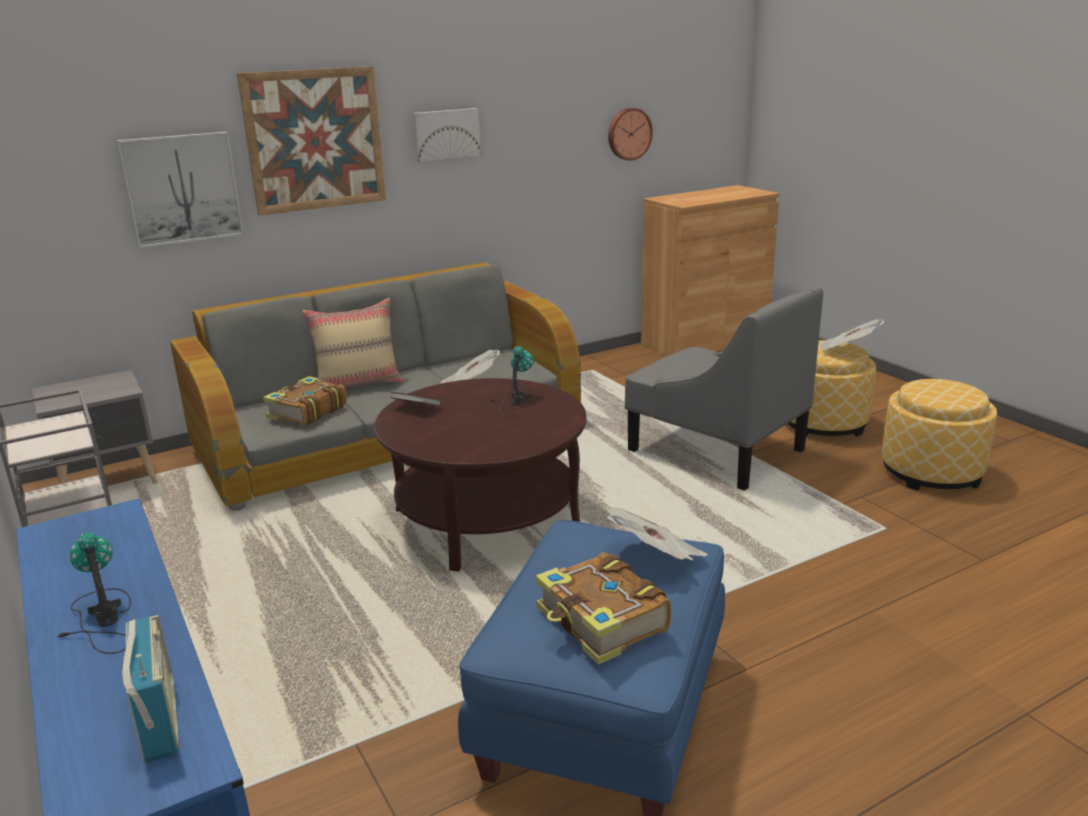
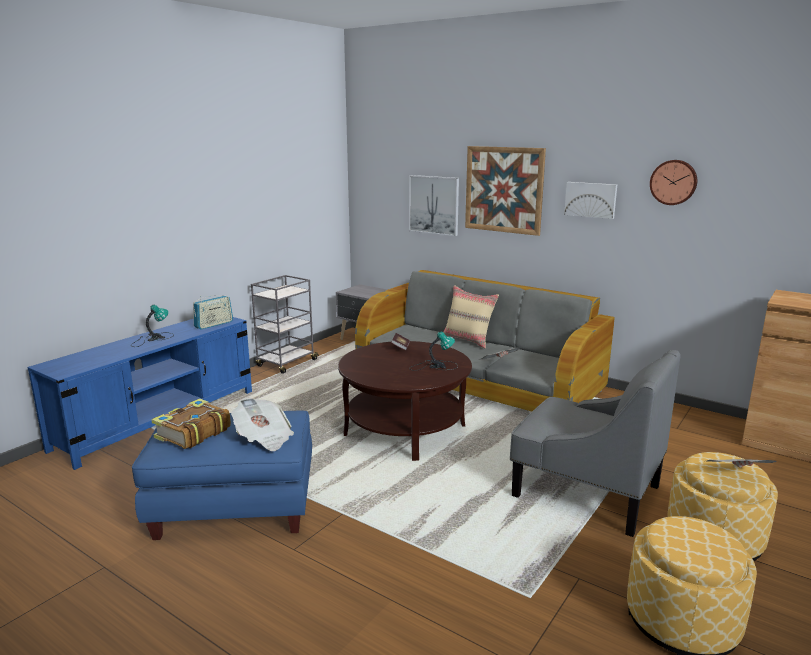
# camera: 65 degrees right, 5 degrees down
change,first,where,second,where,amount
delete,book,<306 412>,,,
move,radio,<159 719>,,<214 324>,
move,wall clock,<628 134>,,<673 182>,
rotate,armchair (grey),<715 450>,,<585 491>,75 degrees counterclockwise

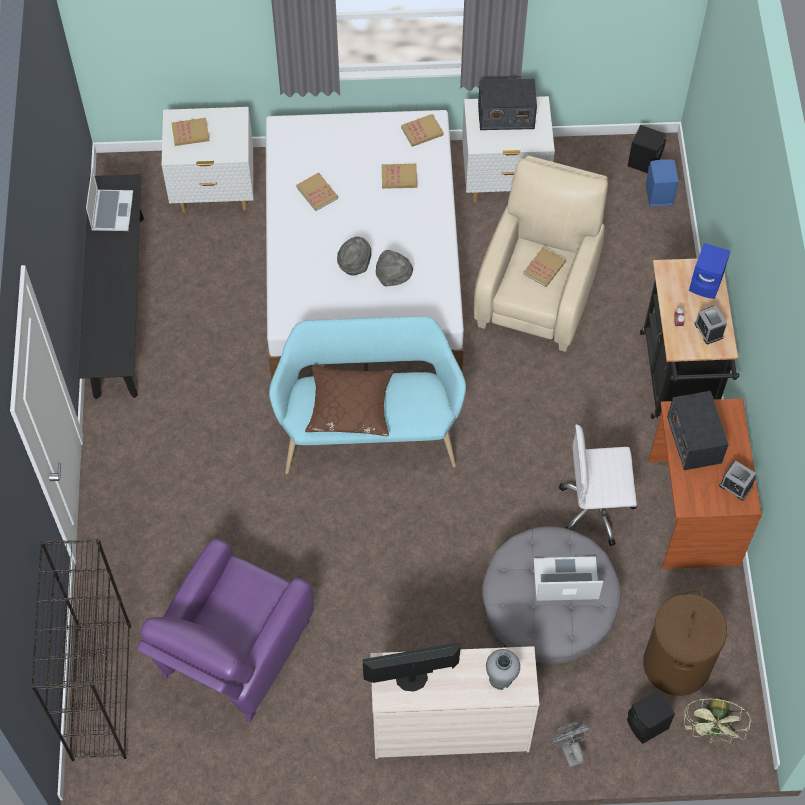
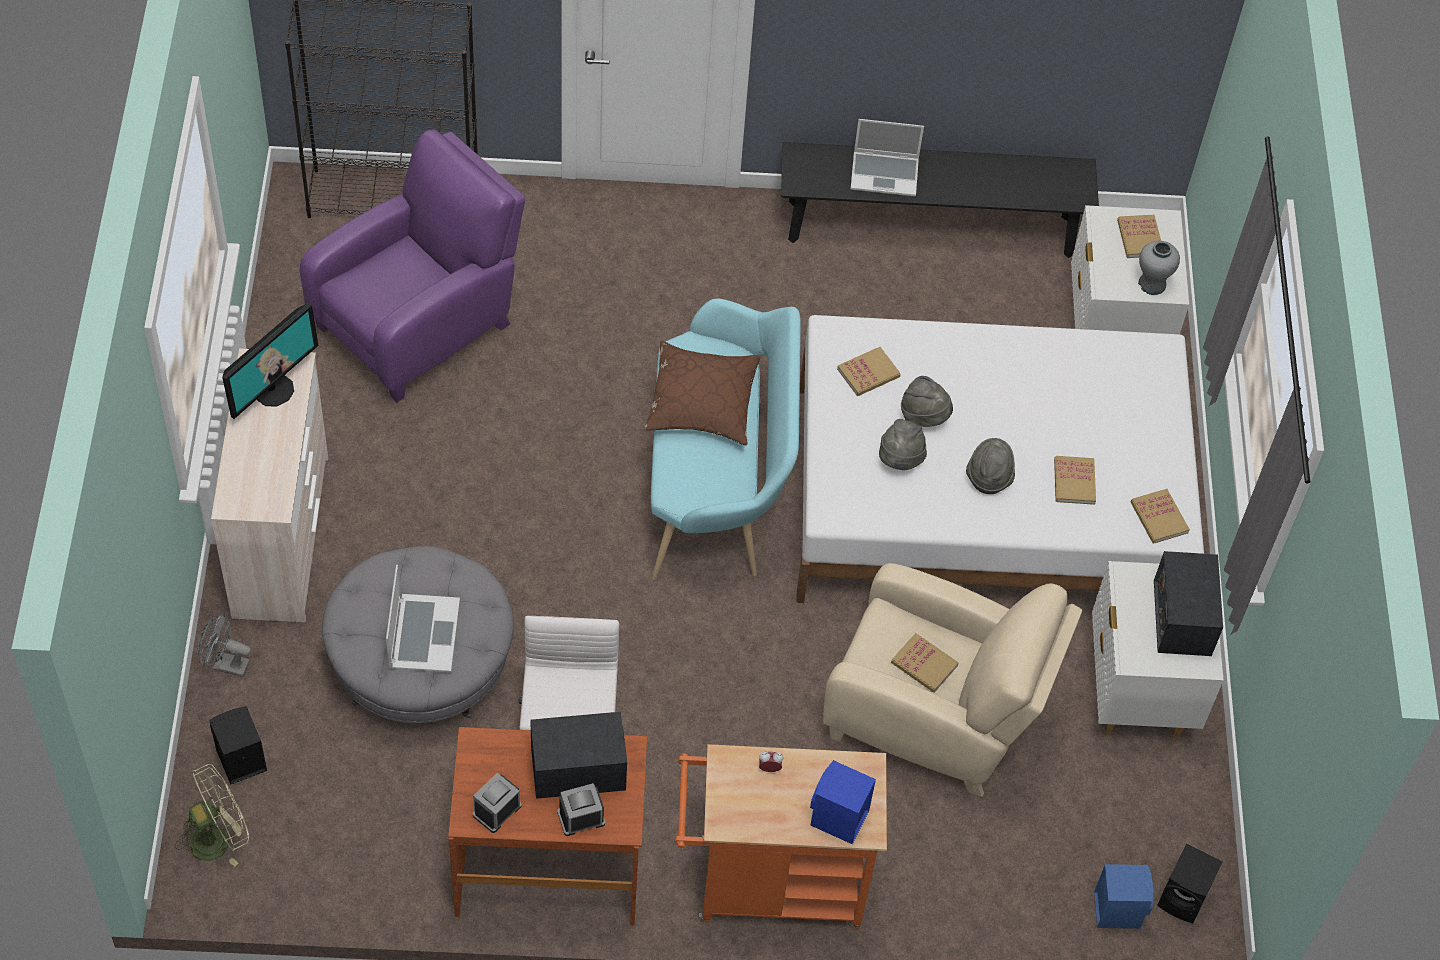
# camera: 90 degrees right, 5 degrees down
change,first,where,second,where,amount
delete,laundry basket (brown),<676 664>,,,
insert,,,hat (grey),<988 478>,
move,laptop,<111 211>,,<885 174>,
move,book,<317 193>,,<868 373>,
move,vase (grey),<501 678>,,<1152 284>,
move,alarm clock,<708 330>,,<581 818>,
recolor,cart (black),<678 381>,cart (orange),<769 883>,
rotate,armchair (purple),<233 654>,,<420 322>,105 degrees clockwise
rotate,monitor,<411 678>,,<274 390>,45 degrees clockwise
rotate,fan (grey),<569 750>,,<225 664>,150 degrees counterclockwise
rotate,fan (green),<712 730>,,<217 837>,135 degrees clockwise

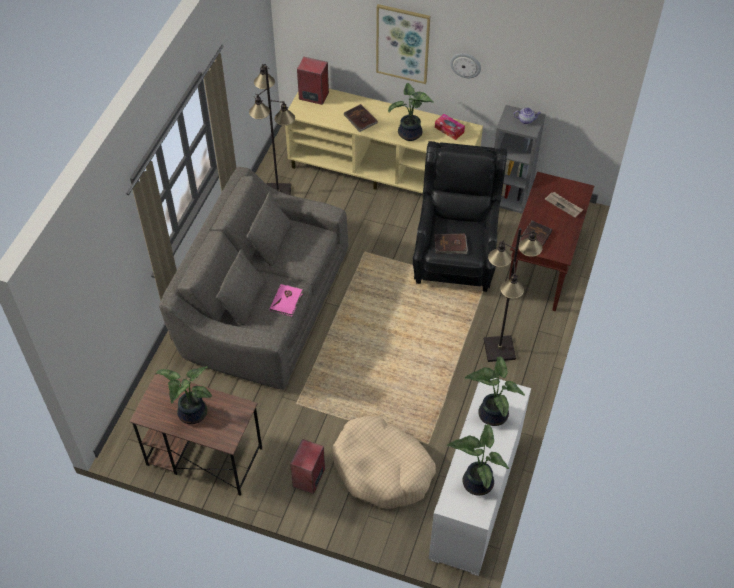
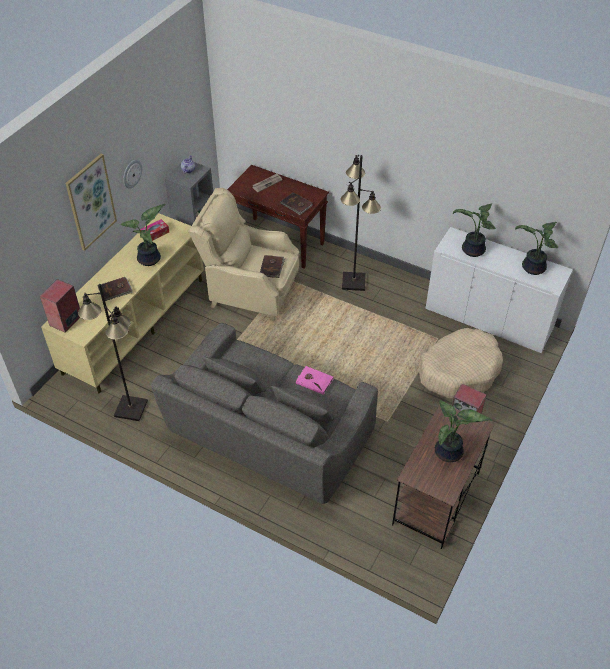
# camera: 80 degrees left, 5 degrees down
change,first,where,second,where,amount
recolor,armchair (black),<455 255>,armchair (beige),<250 292>,

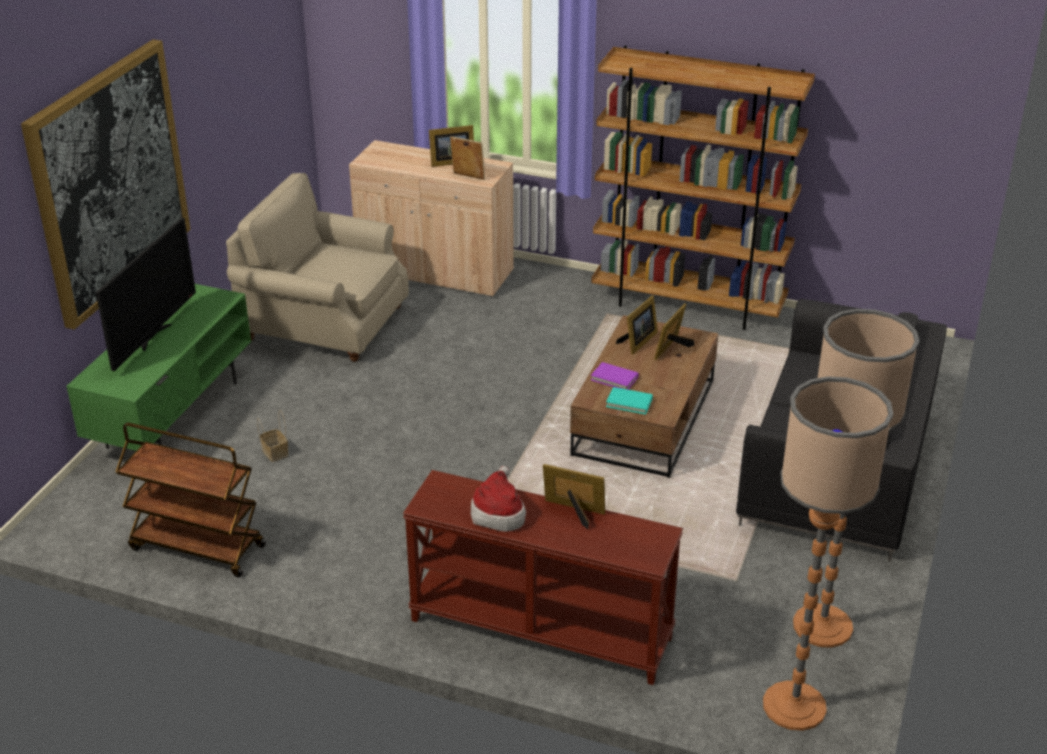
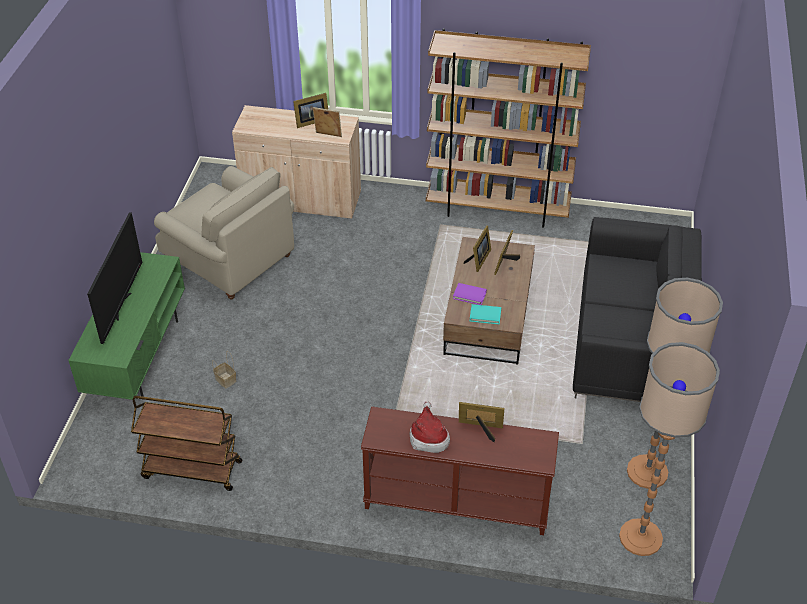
# camera: 10 degrees left, 10 degrees up
change,first,where,second,where,amount
delete,picture,<109 181>,,,
rotate,armchair (beige),<323 323>,,<229 258>,150 degrees counterclockwise

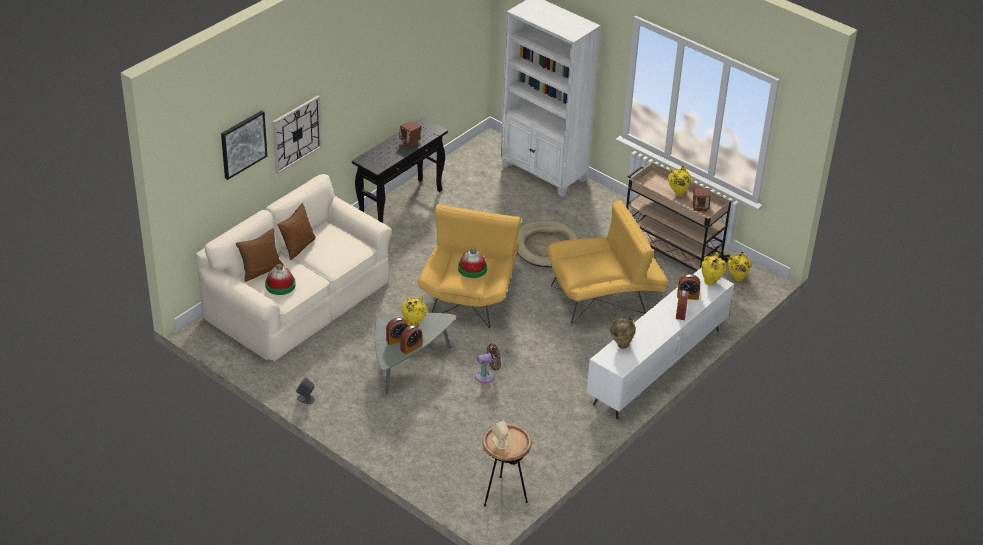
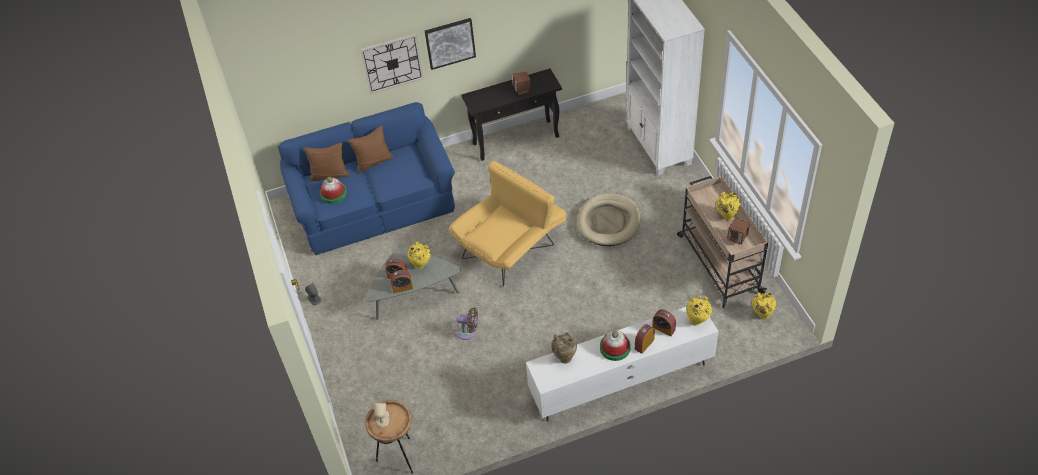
# camera: 35 degrees right, 10 degrees up
change,first,where,second,where,amount
delete,armchair (yellow),<604 297>,,,
move,picture,<243 144>,,<450 43>,
move,hat,<472 268>,,<615 348>,
recolor,sofa (beige),<298 299>,sofa (blue),<374 203>,

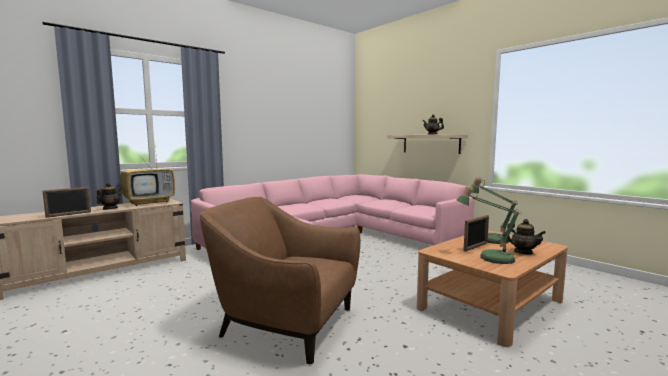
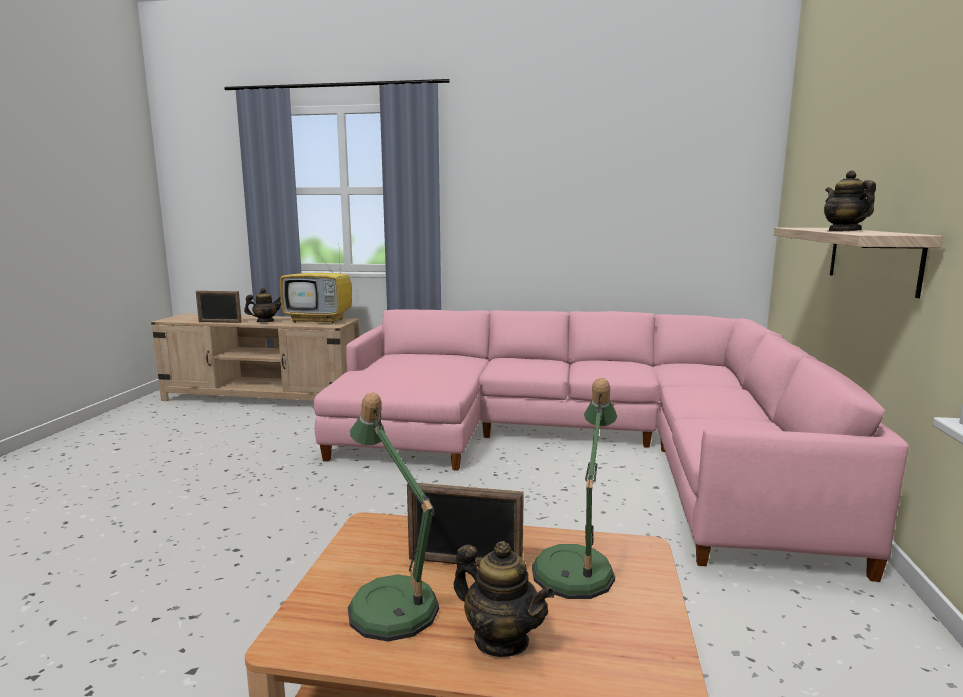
# camera: 50 degrees right, 5 degrees up
change,first,where,second,where,amount
delete,armchair (brown),<286 323>,,,
rotate,teapot,<523 252>,,<501 639>,60 degrees counterclockwise

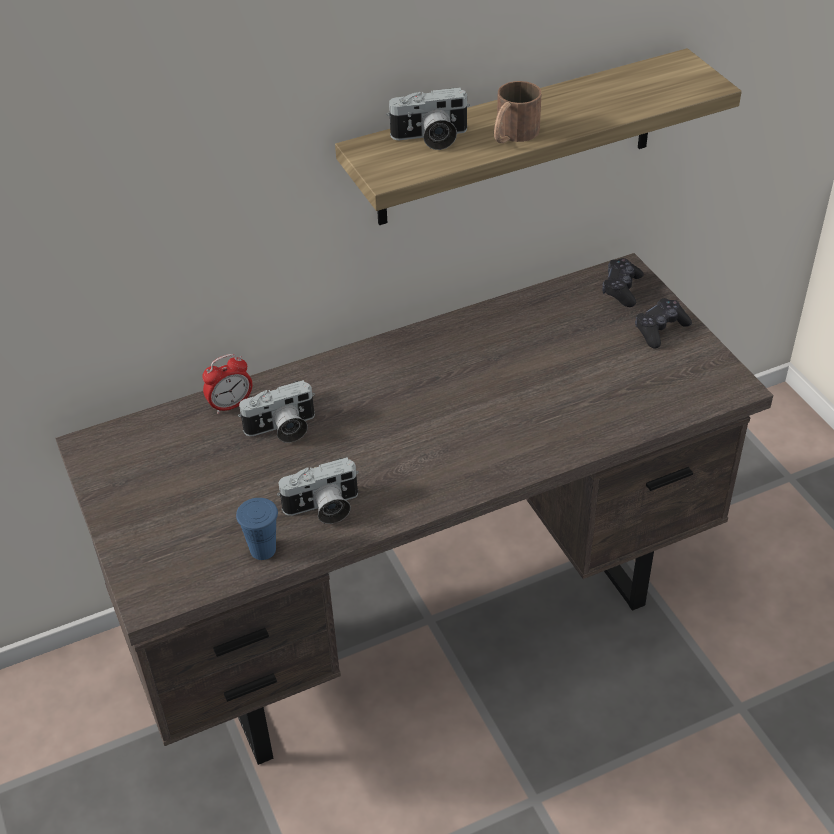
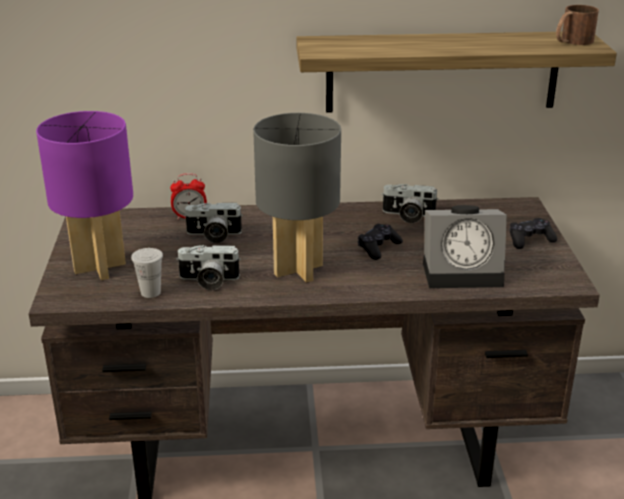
# camera: 20 degrees right, 15 degrees down
change,first,where,second,where,amount
insert,,,table lamp (purple),<100 268>,
insert,,,table lamp (grey),<299 270>,
insert,,,alarm clock,<464 272>,
move,photo camera,<430 138>,,<408 216>,
move,mug (brown),<512 135>,,<571 41>,
move,game controller (black),<621 289>,,<378 248>,
recolor,cup (blue),<263 550>,cup (white),<150 292>,

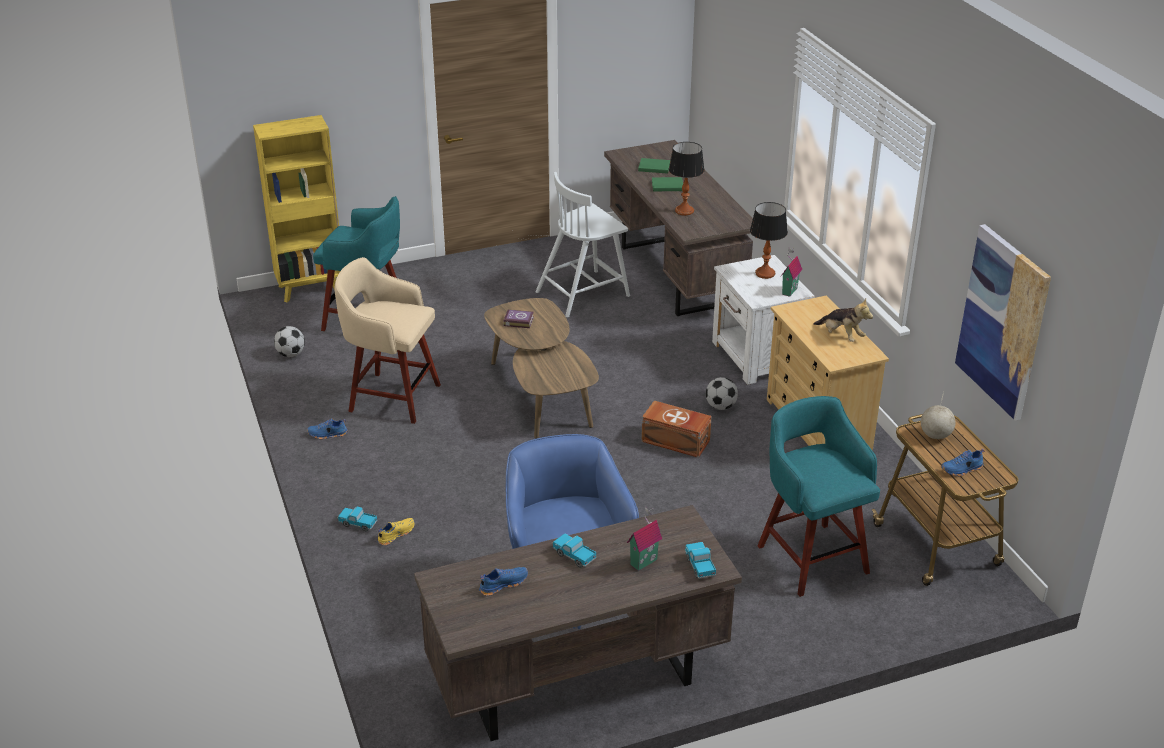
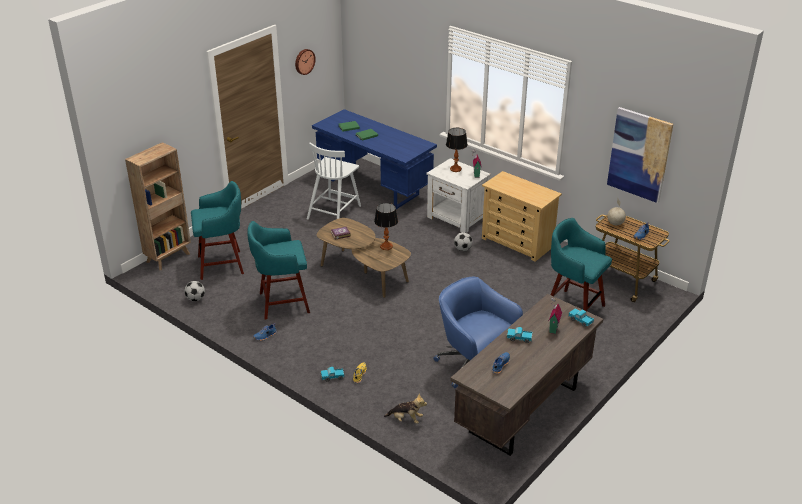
# camera: 30 degrees left, 0 degrees up
change,first,where,second,where,amount
delete,storage box (brown),<676 441>,,,
insert,,,wall clock,<304 61>,
move,table lamp,<684 211>,,<386 246>,
move,plush toy,<841 336>,,<406 419>,
recolor,bookcase (yellow),<311 289>,bookcase (brown),<169 257>,
recolor,stool (beige),<392 397>,stool (turquoise),<282 303>,
recolor,desk (brown),<676 275>,desk (blue),<375 187>,

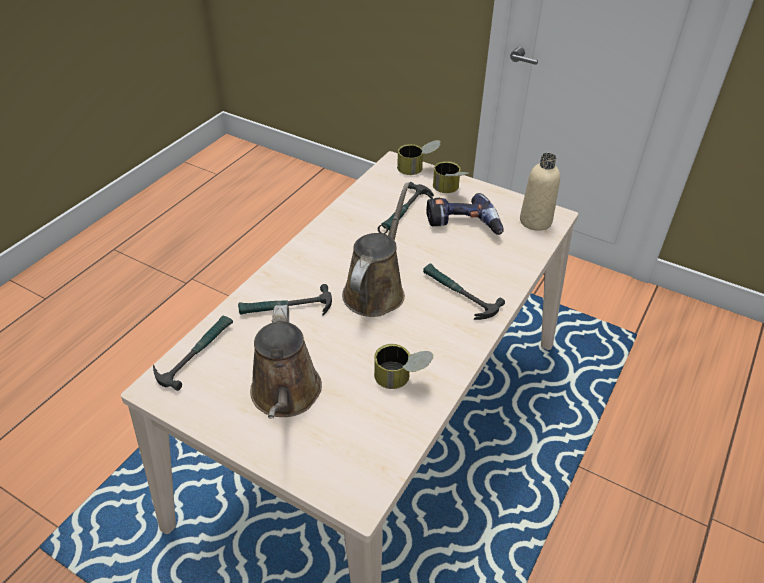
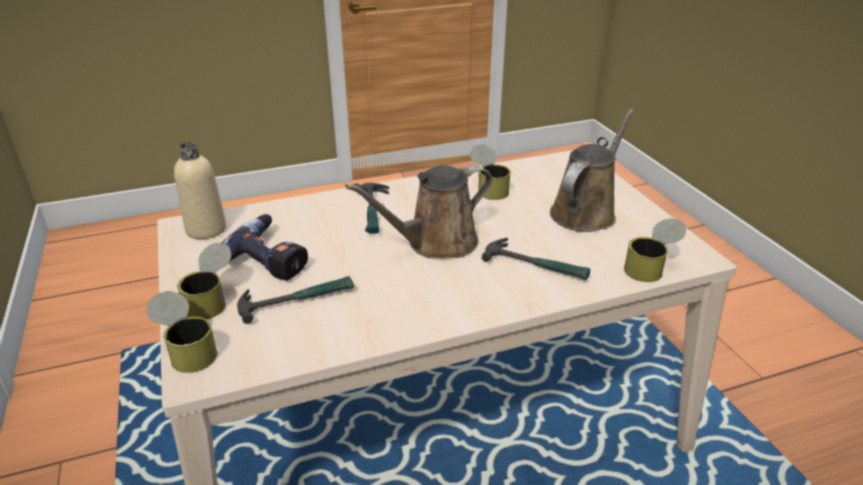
# camera: 140 degrees left, 10 degrees down
change,first,where,second,where,amount
replace,hammer,<195 353>,can,<651 267>,

